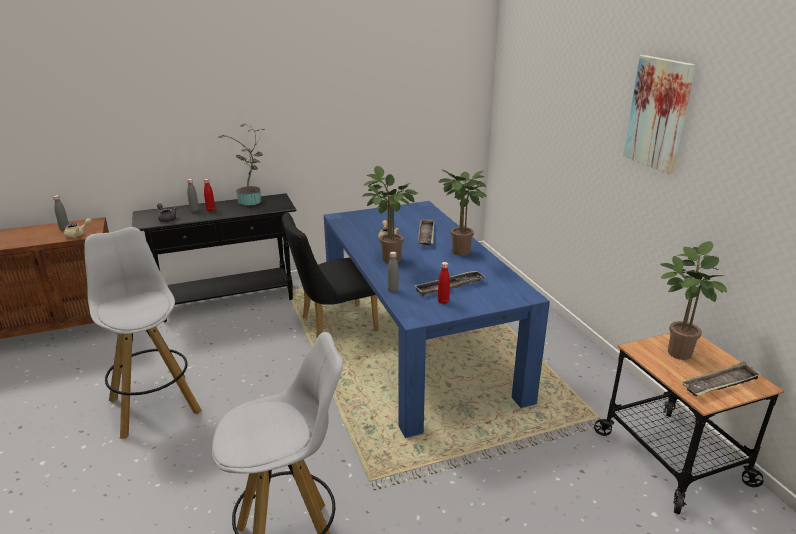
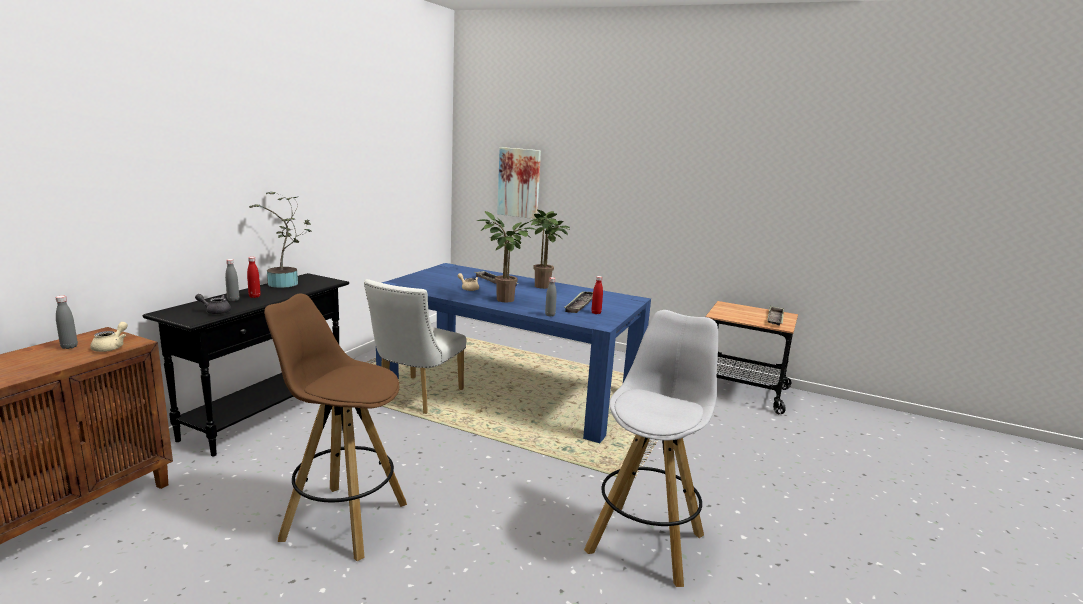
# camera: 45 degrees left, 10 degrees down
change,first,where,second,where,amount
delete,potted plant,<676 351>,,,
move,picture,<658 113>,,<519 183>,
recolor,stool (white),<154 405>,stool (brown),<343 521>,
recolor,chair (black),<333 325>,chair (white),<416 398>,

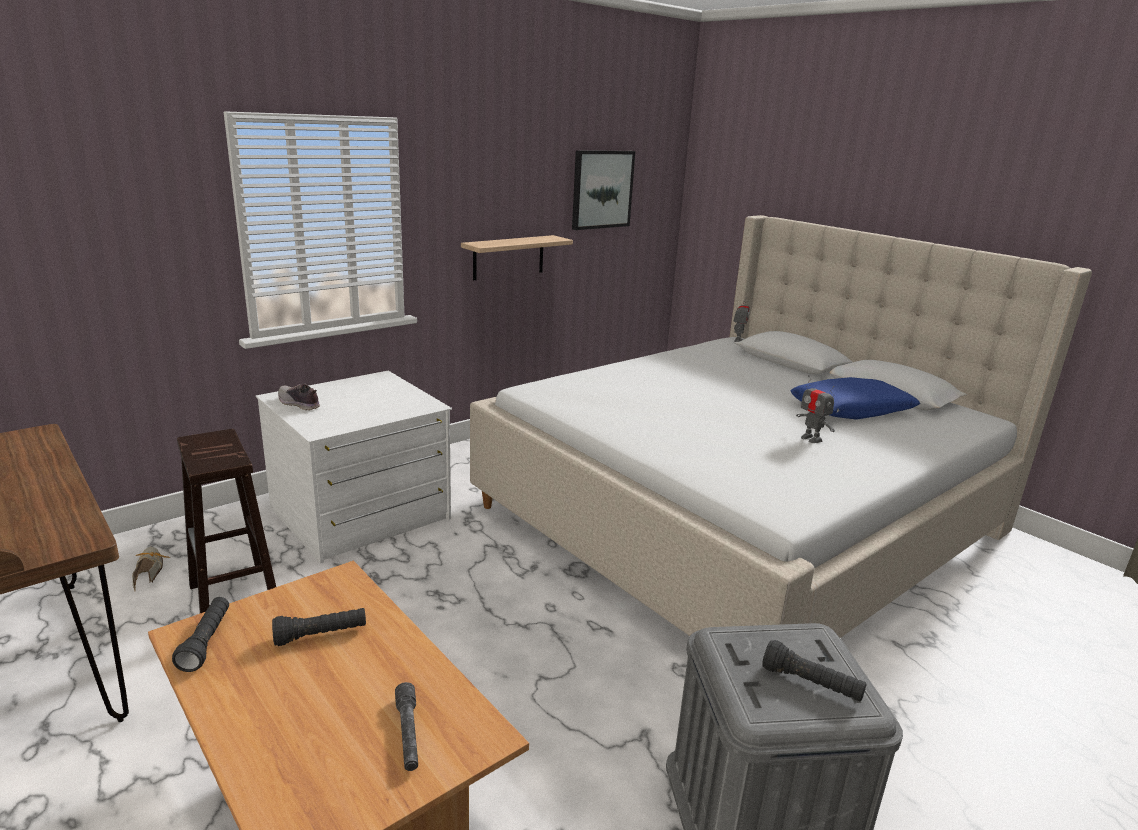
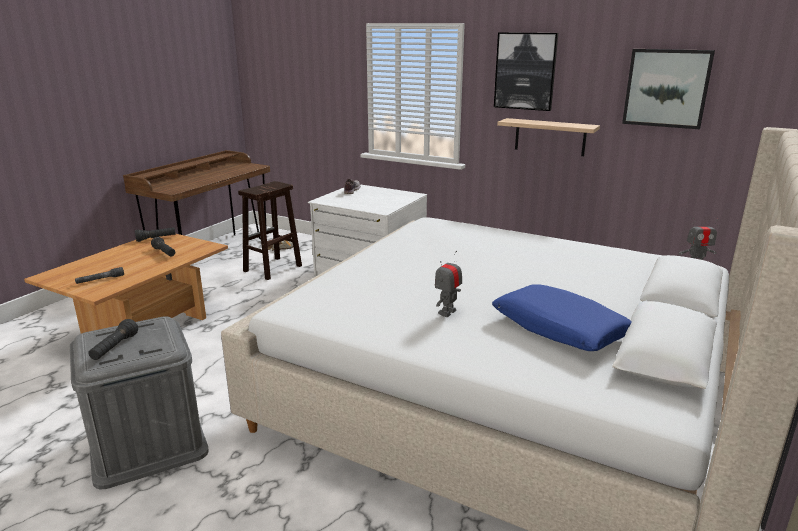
# camera: 70 degrees right, 0 degrees up
change,first,where,second,where,amount
insert,,,picture,<525 71>,

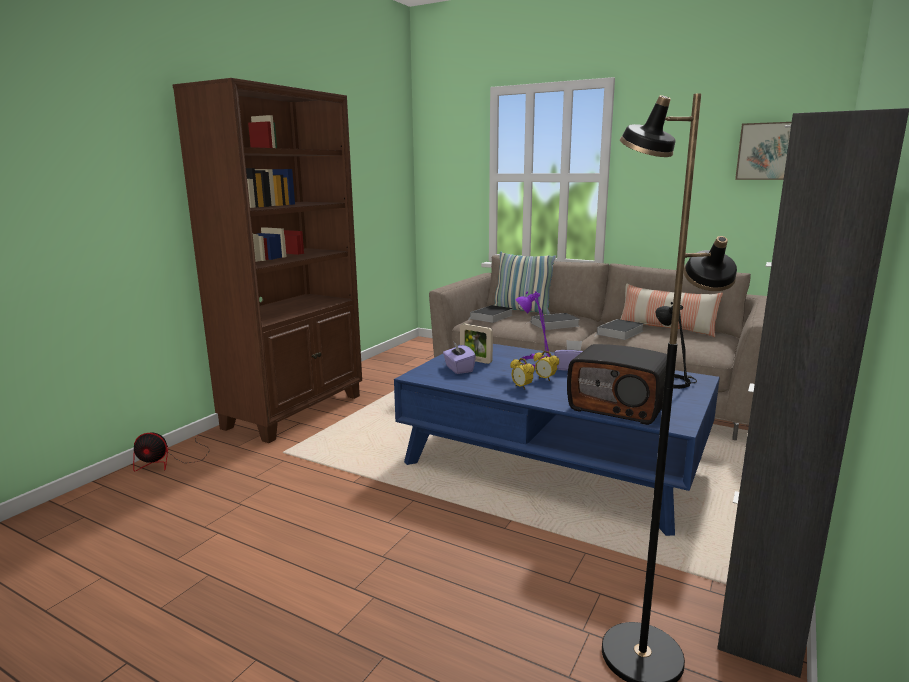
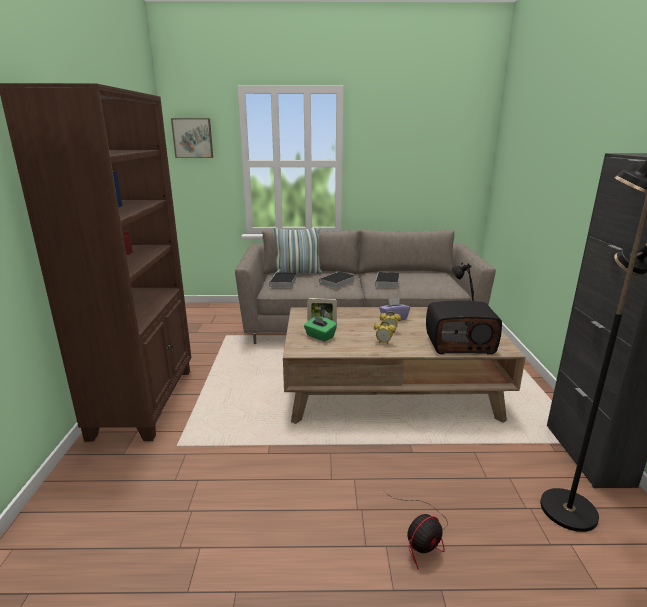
# camera: 30 degrees left, 5 degrees up
change,first,where,second,where,amount
delete,table lamp (purple),<534 362>,,,
delete,pillow,<666 328>,,,
move,fan,<170 461>,,<422 536>,
move,picture,<768 151>,,<193 138>,
recolor,coffee table (blue),<553 462>,coffee table (brown),<391 389>,
recolor,tissue box (purple),<458 369>,tissue box (green),<320 336>,

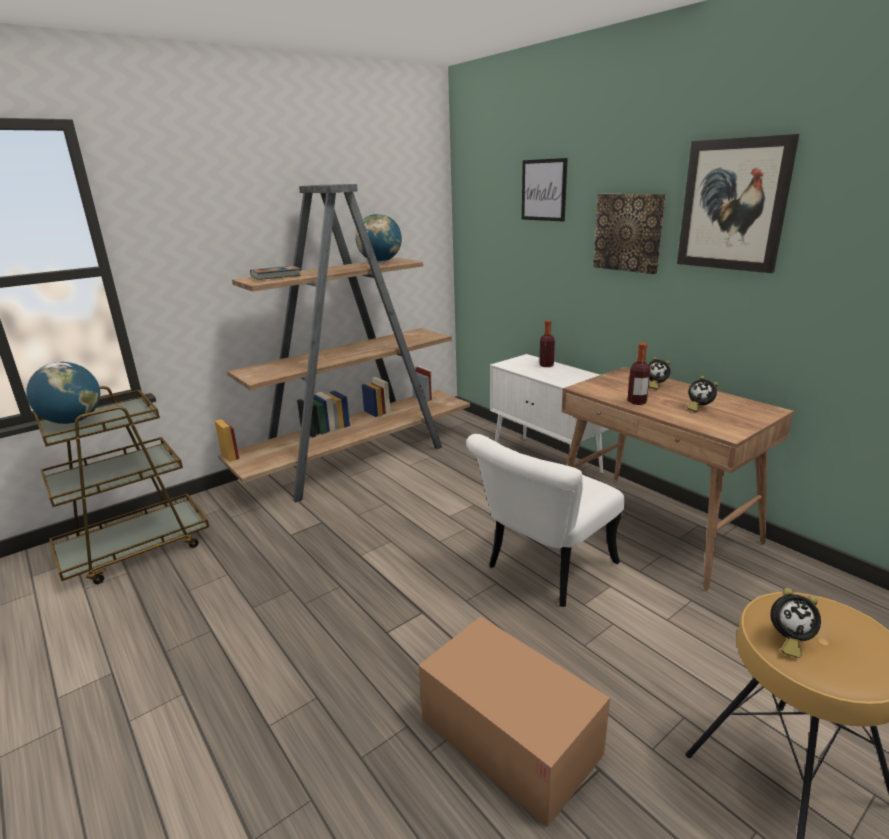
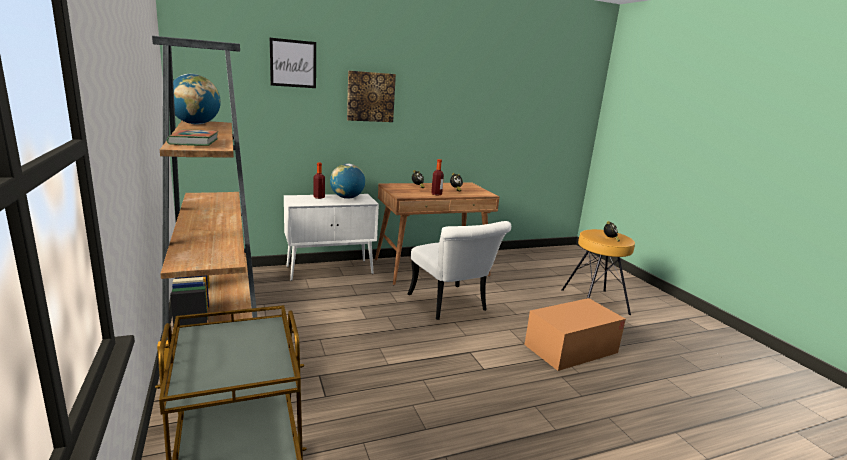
# camera: 75 degrees left, 5 degrees down
change,first,where,second,where,amount
delete,picture,<733 205>,,,
move,globe,<73 421>,,<347 198>,

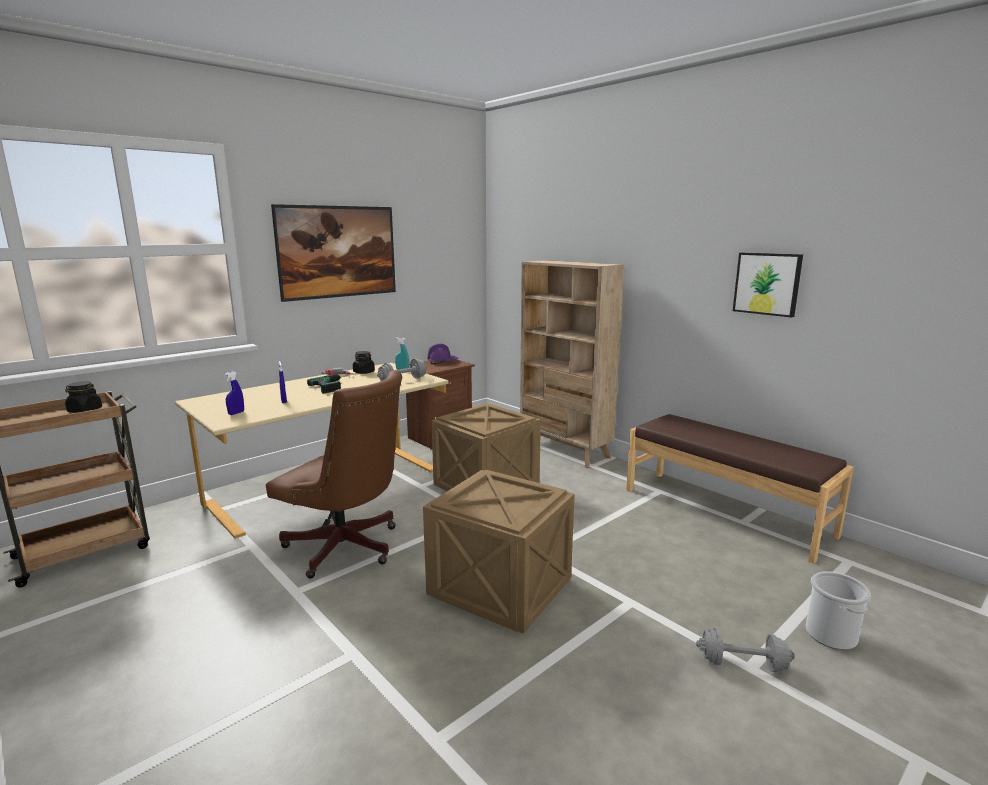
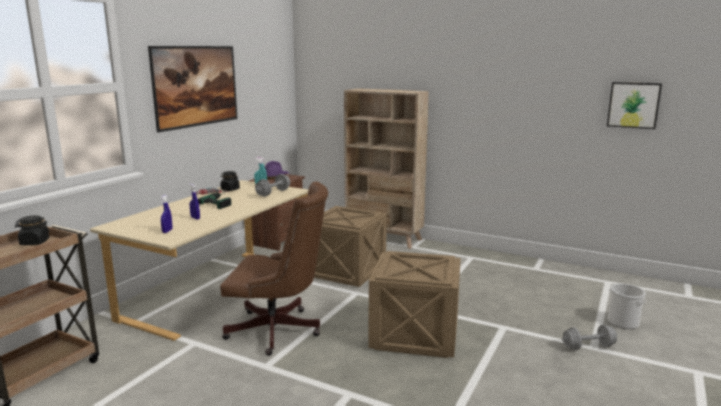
# camera: 20 degrees left, 0 degrees up
change,first,where,second,where,amount
delete,bench (brown),<725 512>,,,
move,picture,<767 283>,,<633 105>,

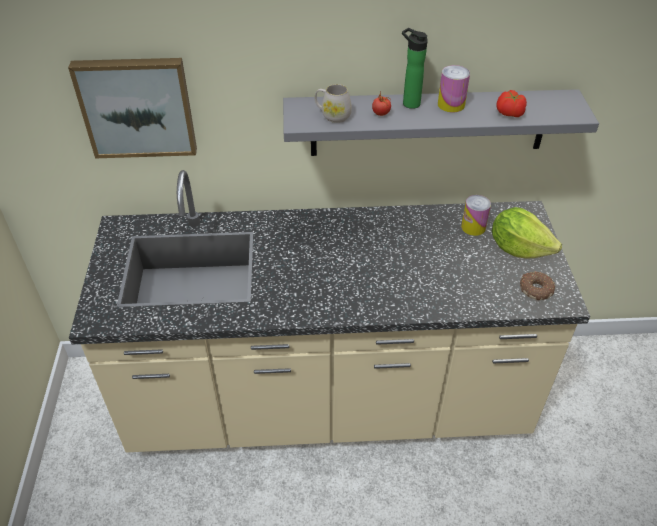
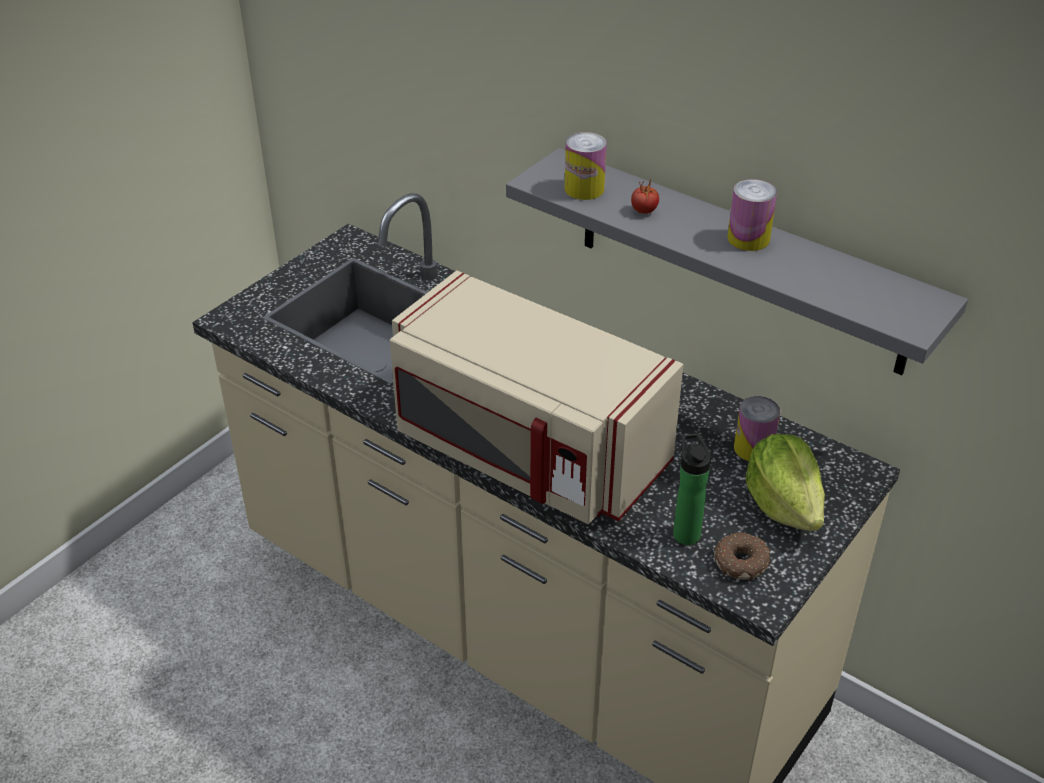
# camera: 40 degrees right, 5 degrees down
change,first,where,second,where,amount
delete,picture,<137 106>,,,
delete,tomato,<509 113>,,,
insert,,,microwave (beige),<526 451>,
move,bottle,<409 103>,,<685 532>,
replace,mug (white),<332 115>,can,<584 189>,

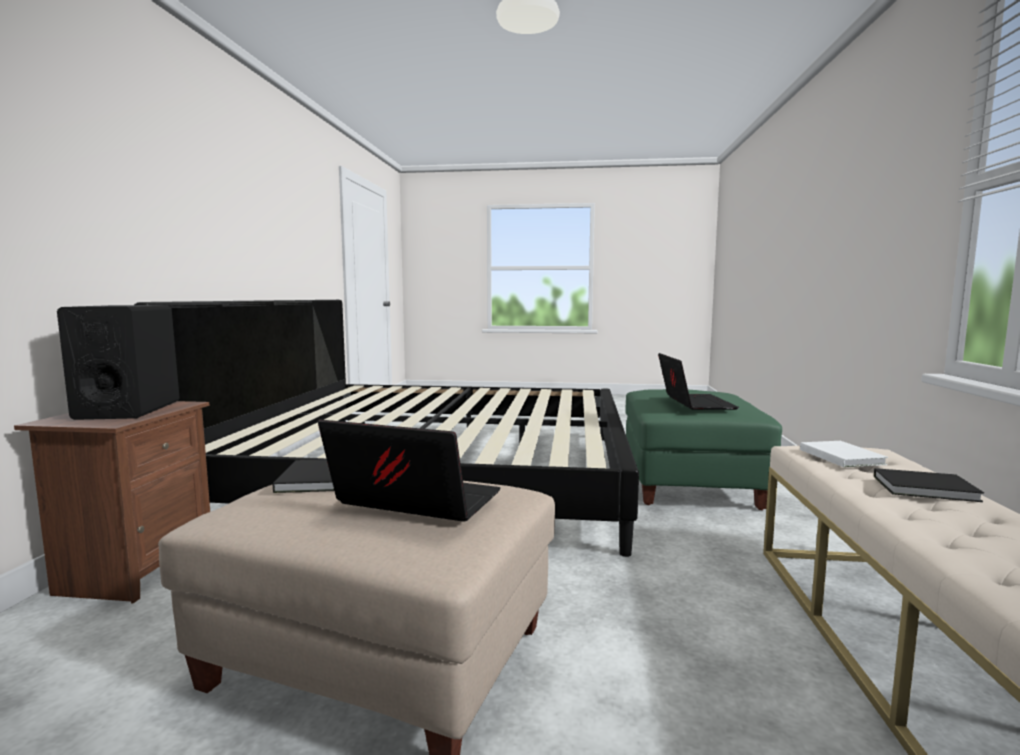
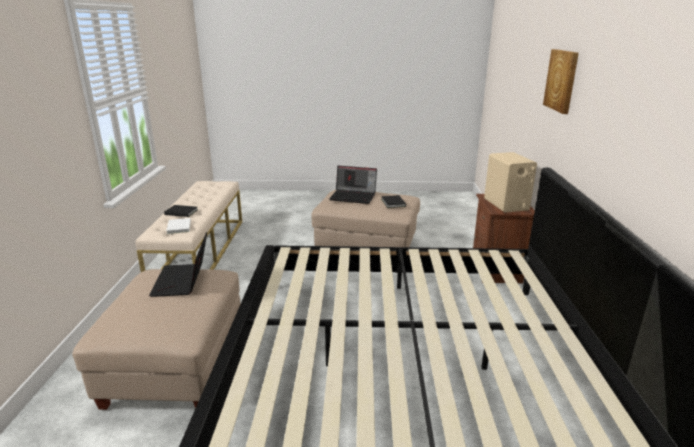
# camera: 175 degrees right, 15 degrees up
change,first,where,second,where,amount
insert,,,picture,<562 80>,
recolor,speaker (black),<129 410>,speaker (beige),<506 204>,
recolor,ottoman (green),<689 483>,ottoman (beige),<177 366>,

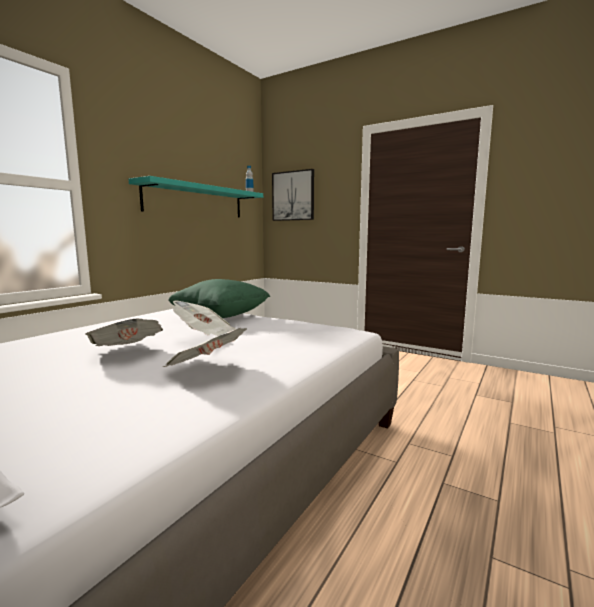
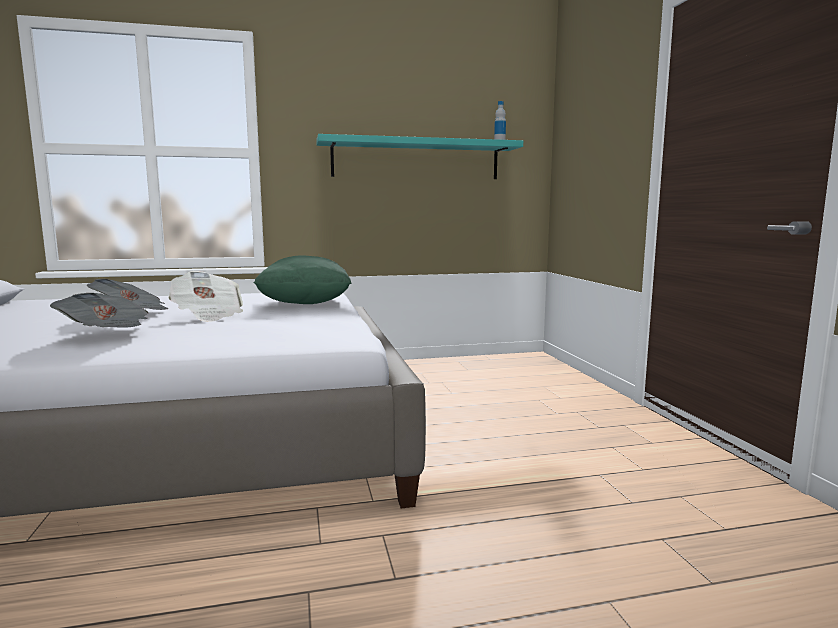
# camera: 45 degrees right, 0 degrees up
change,first,where,second,where,amount
delete,picture,<293 196>,,,

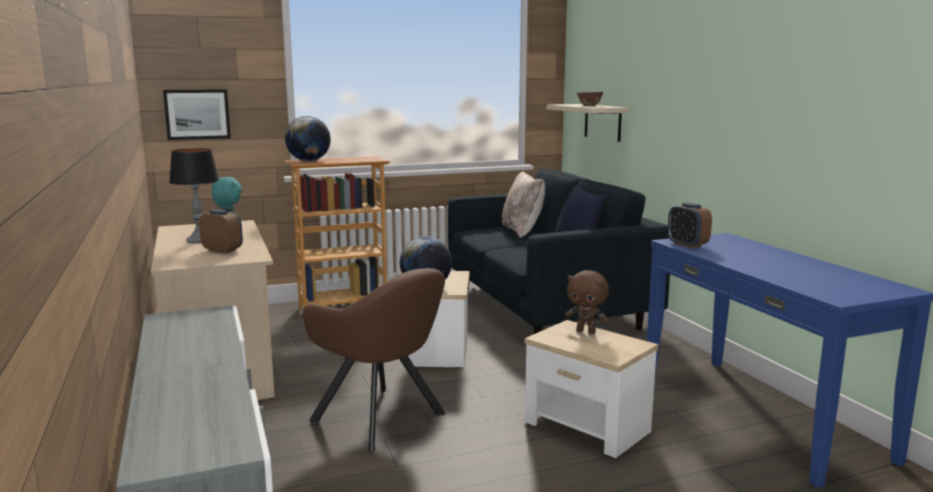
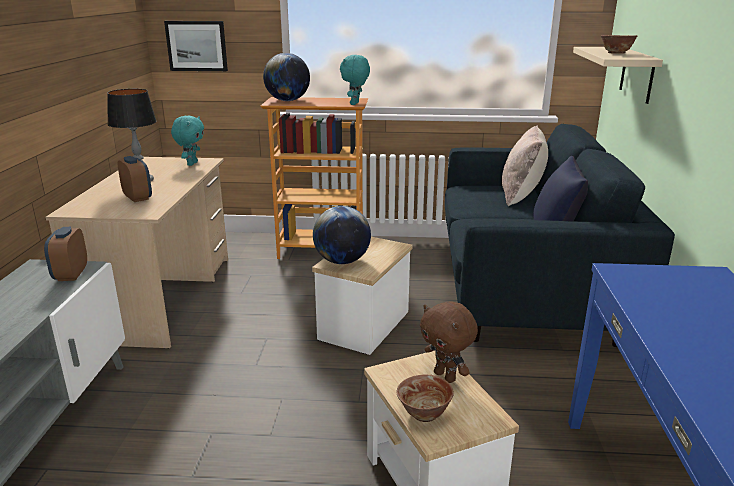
# camera: 25 degrees right, 10 degrees up
change,first,where,second,where,amount
delete,armchair (brown),<383 419>,,,
insert,,,plush toy (turquoise),<355 104>,
insert,,,bowl,<424 414>,
move,alarm clock,<687 245>,,<71 275>,

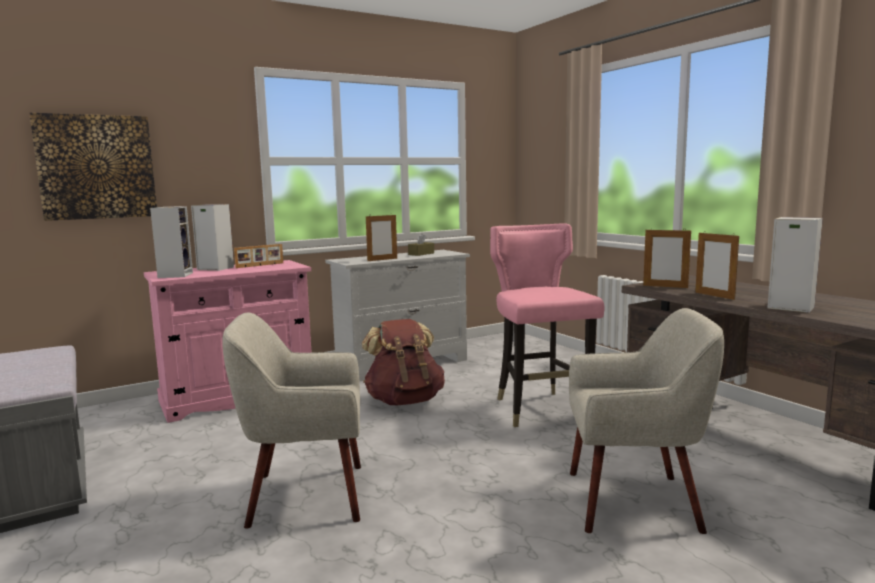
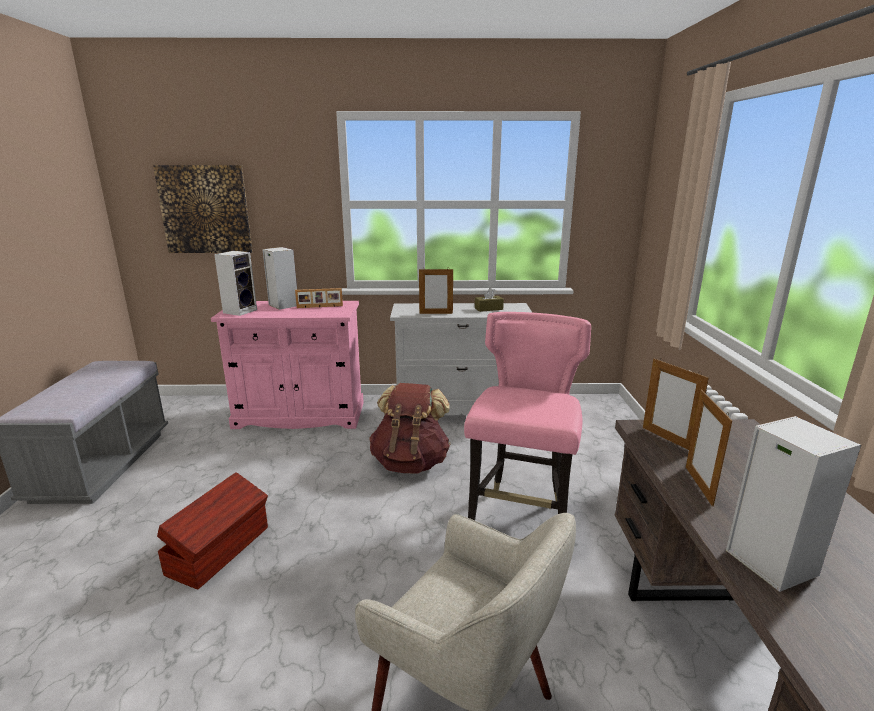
# camera: 30 degrees right, 10 degrees up
change,first,where,second,where,amount
replace,armchair (beige),<305 495>,storage box (brown),<221 550>,

